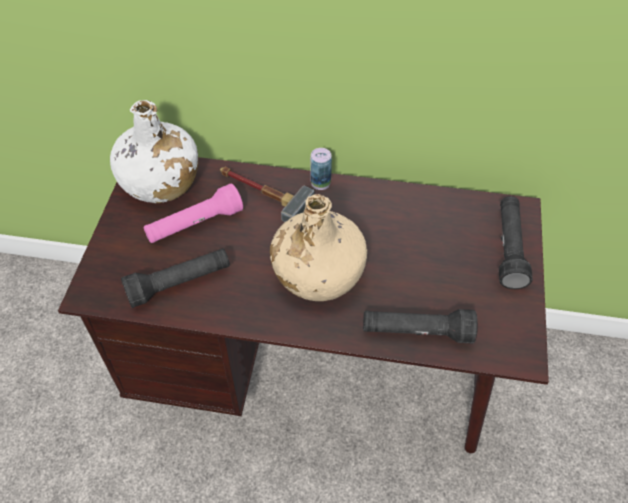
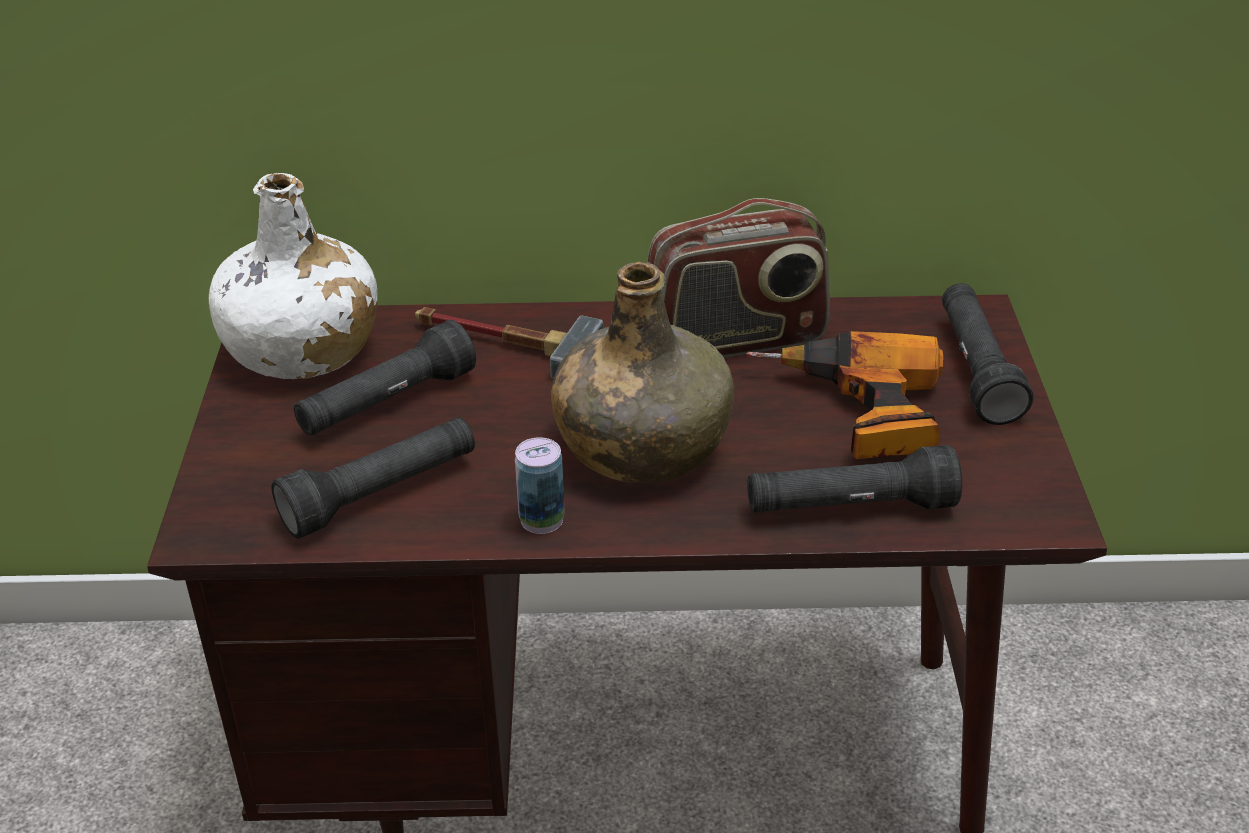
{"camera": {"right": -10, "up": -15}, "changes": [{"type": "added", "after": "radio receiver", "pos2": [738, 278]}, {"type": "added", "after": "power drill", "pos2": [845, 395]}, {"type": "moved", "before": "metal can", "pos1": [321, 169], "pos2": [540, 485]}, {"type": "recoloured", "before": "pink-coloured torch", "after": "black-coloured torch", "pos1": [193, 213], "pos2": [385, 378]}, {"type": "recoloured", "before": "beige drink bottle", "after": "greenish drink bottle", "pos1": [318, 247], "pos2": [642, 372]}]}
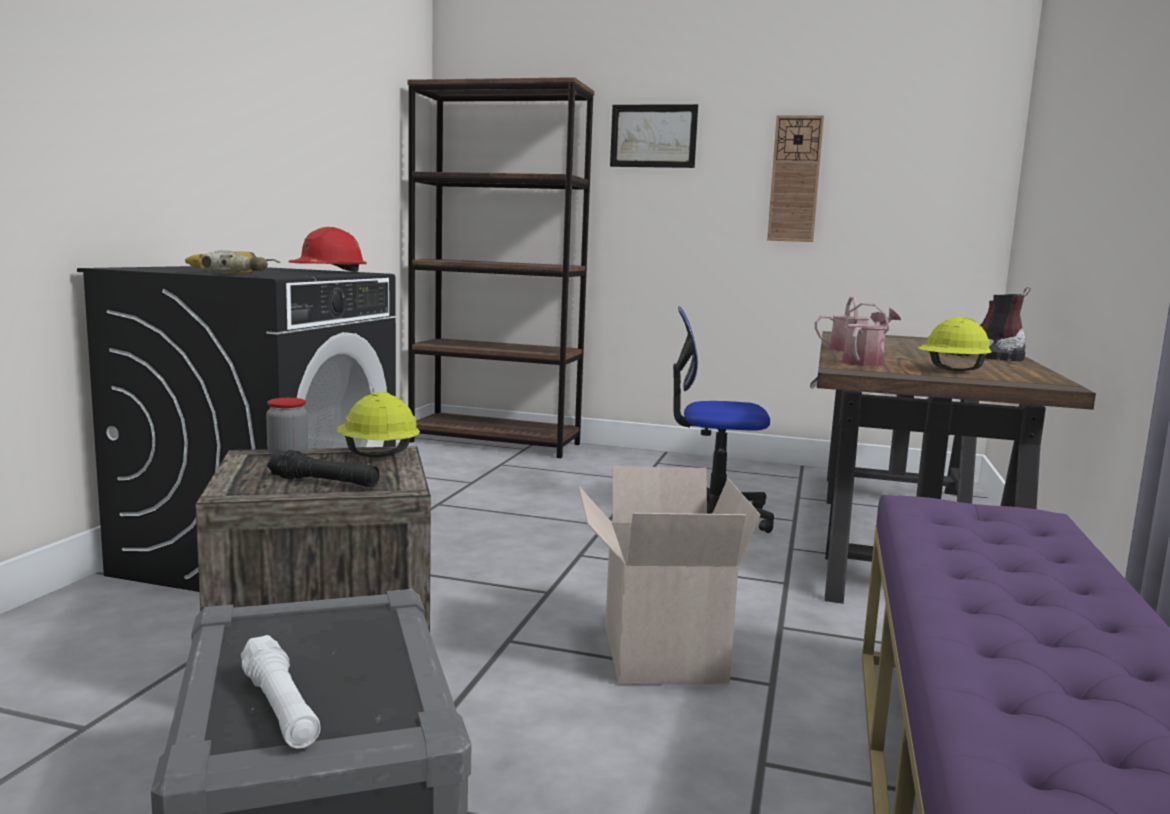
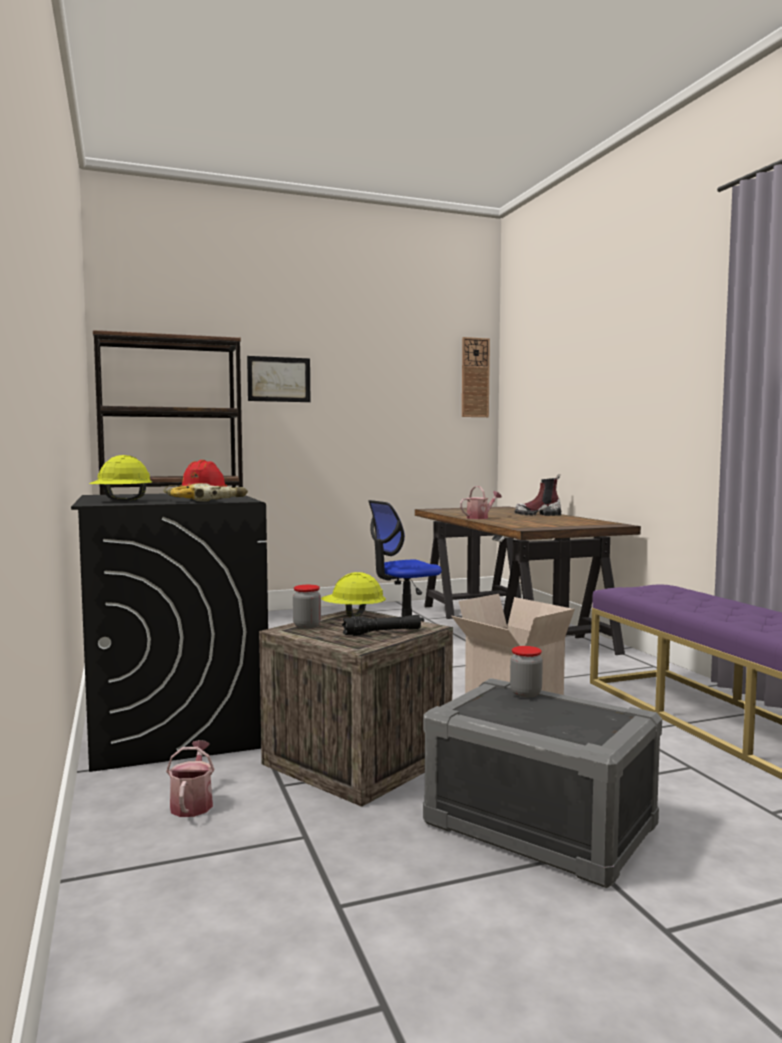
{"camera": {"right": -35, "up": -5}, "changes": [{"type": "removed", "before": "white-coloured torch", "pos1": [281, 692]}, {"type": "added", "after": "storage jar", "pos2": [526, 671]}, {"type": "moved", "before": "clock on the wall", "pos1": [795, 178], "pos2": [476, 377]}, {"type": "moved", "before": "watering pot", "pos1": [866, 334], "pos2": [190, 778]}, {"type": "moved", "before": "yellow safety helmet", "pos1": [954, 344], "pos2": [120, 478]}]}
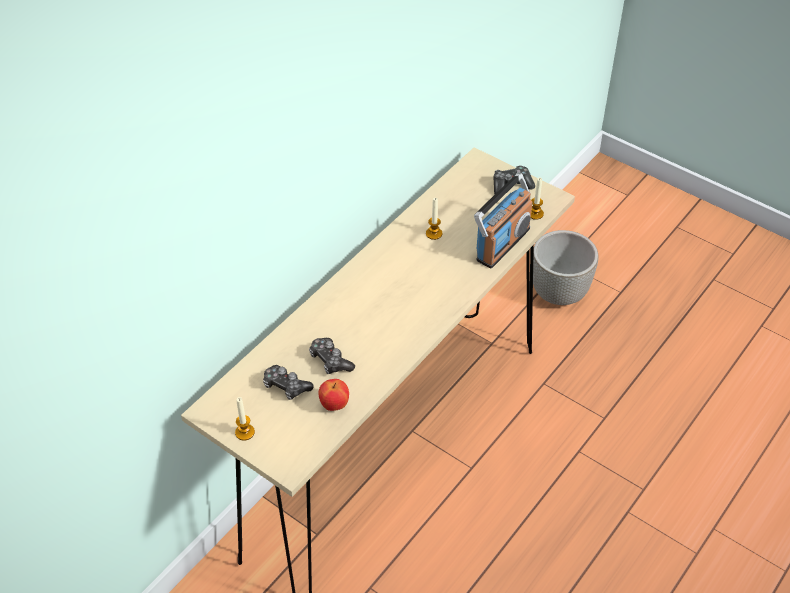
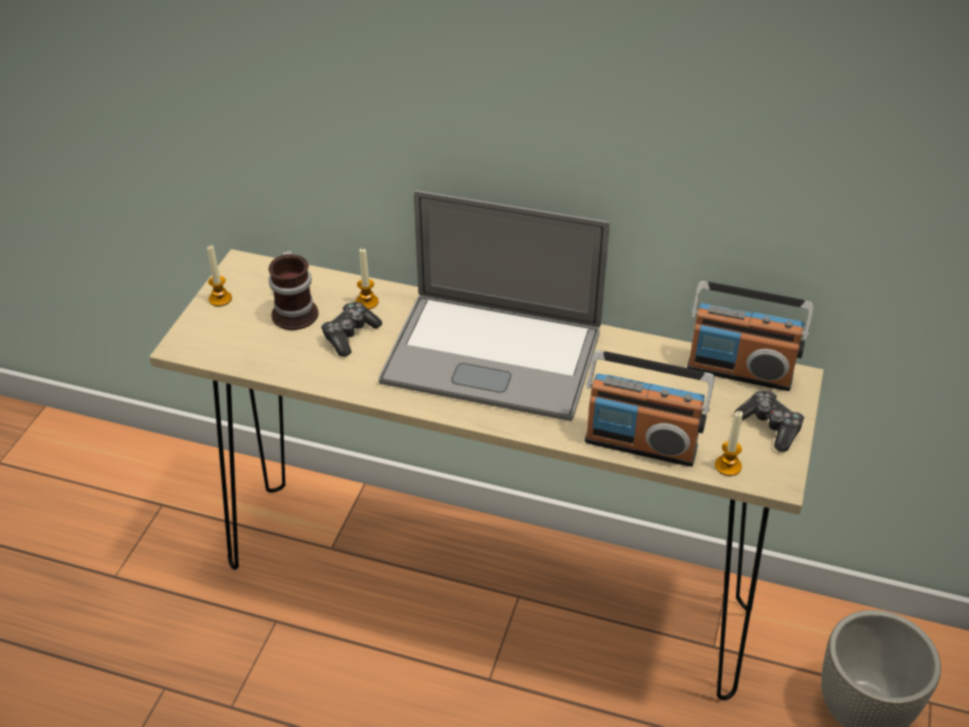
{"camera": {"right": 70, "up": -5}, "changes": [{"type": "removed", "before": "apple fruit", "pos1": [333, 395]}, {"type": "added", "after": "notebook computer", "pos2": [494, 305]}, {"type": "added", "after": "radio receiver", "pos2": [750, 336]}, {"type": "moved", "before": "wax candle", "pos1": [434, 219], "pos2": [367, 278]}, {"type": "replaced", "before": "gamepad", "after": "mug", "pos1": [288, 382], "pos2": [293, 290]}]}
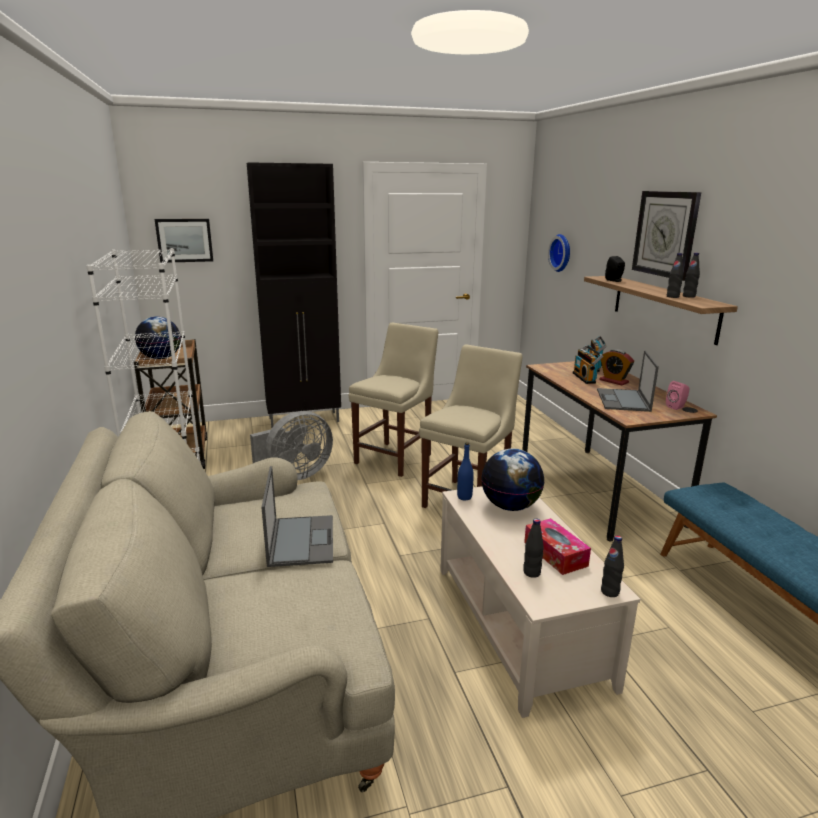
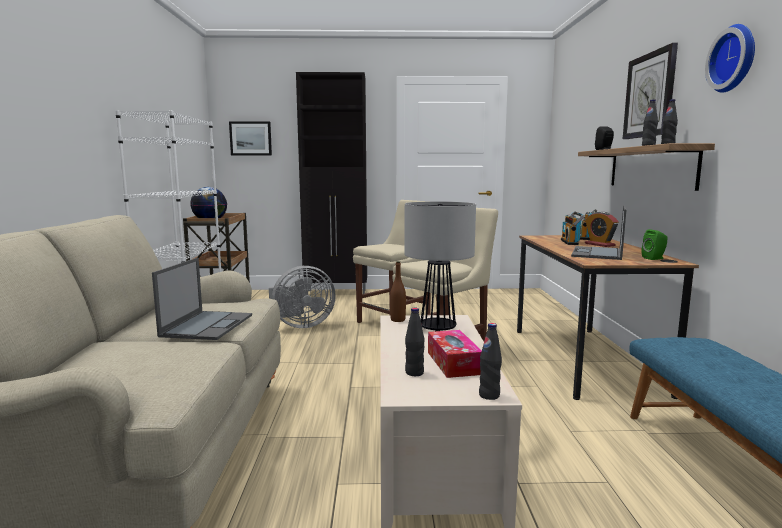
{"camera": {"right": 15, "up": -10}, "changes": [{"type": "moved", "before": "clock on the wall", "pos1": [559, 253], "pos2": [730, 58]}, {"type": "replaced", "before": "world globe", "after": "table lamp", "pos1": [512, 479], "pos2": [440, 266]}, {"type": "recoloured", "before": "bluish drink bottle", "after": "brown-coloured drink bottle", "pos1": [465, 471], "pos2": [398, 291]}, {"type": "recoloured", "before": "pink-coloured loudspeaker", "after": "greenish loudspeaker", "pos1": [677, 395], "pos2": [655, 244]}]}
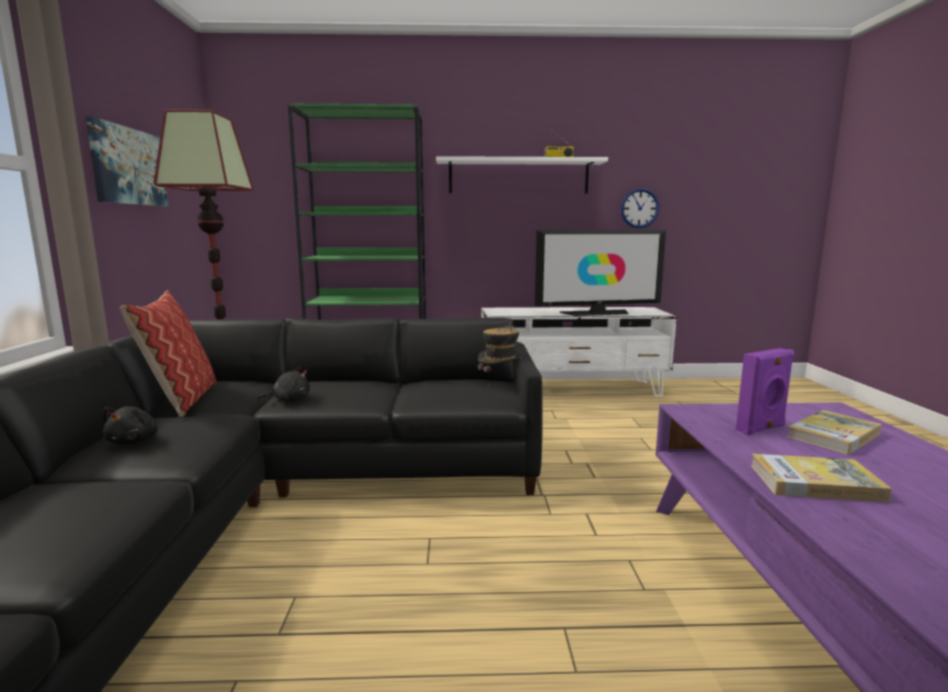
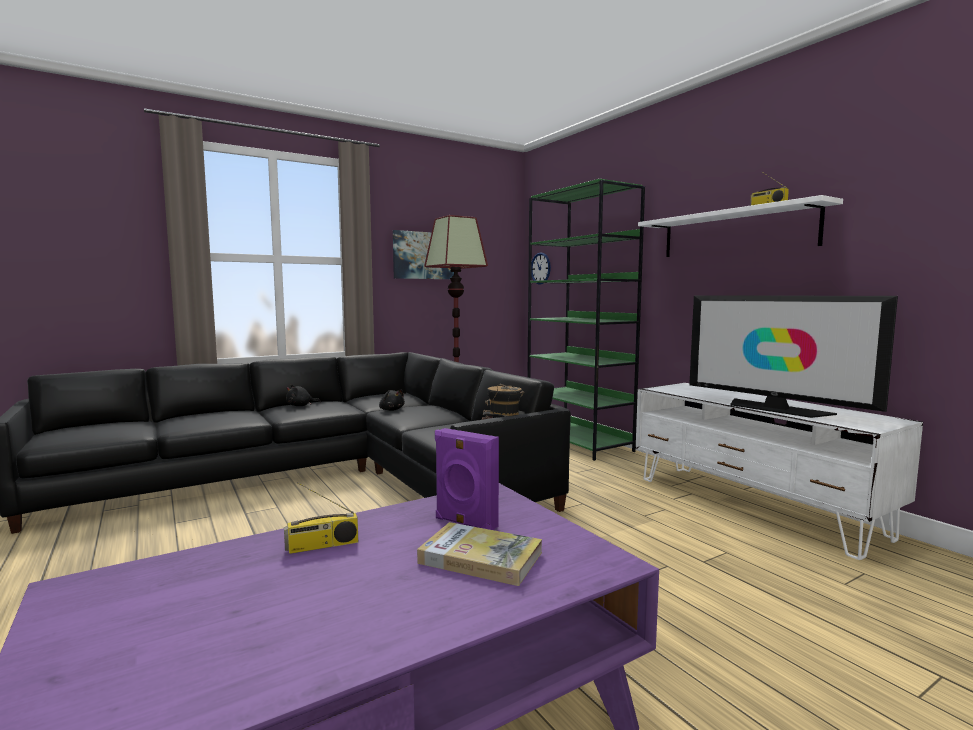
{"camera": {"right": 60, "up": -5}, "changes": [{"type": "removed", "before": "cushion", "pos1": [168, 353]}, {"type": "moved", "before": "clock on the wall", "pos1": [640, 208], "pos2": [541, 268]}, {"type": "replaced", "before": "book", "after": "radio receiver", "pos1": [821, 478], "pos2": [321, 518]}]}
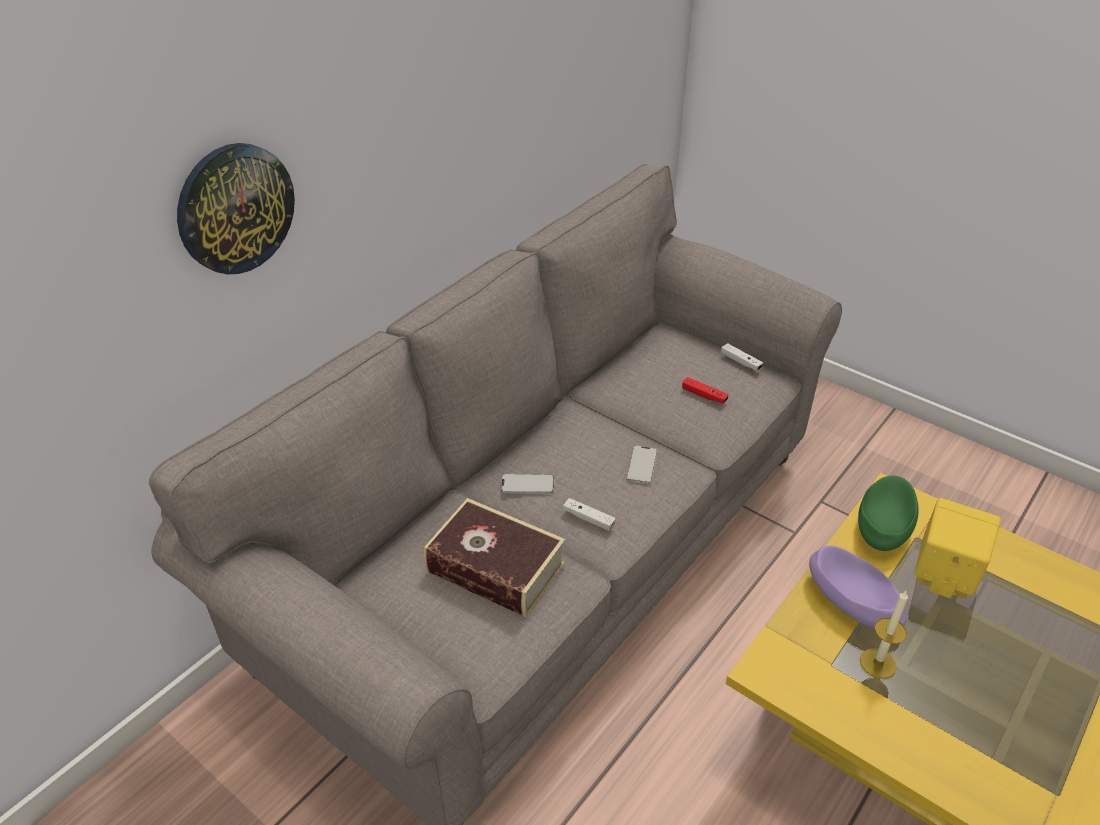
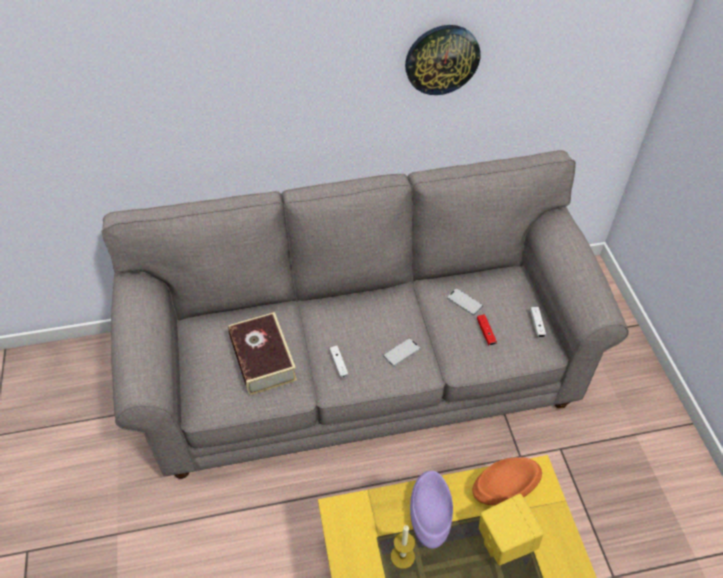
{"camera": {"right": 40, "up": 10}, "changes": [{"type": "moved", "before": "clock on the wall", "pos1": [236, 208], "pos2": [443, 60]}, {"type": "moved", "before": "telephone", "pos1": [527, 484], "pos2": [465, 301]}, {"type": "recoloured", "before": "greenish serving bowl", "after": "orange-coloured serving bowl", "pos1": [888, 513], "pos2": [507, 481]}]}
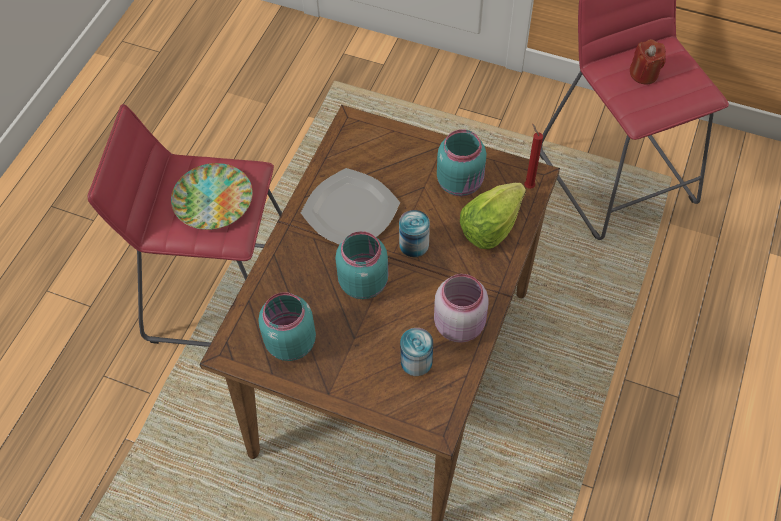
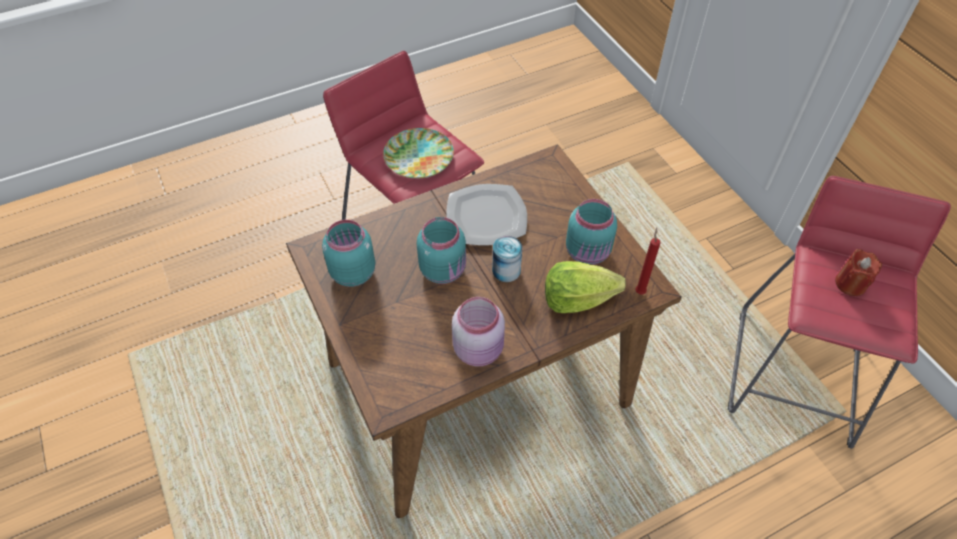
{"camera": {"right": 40, "up": -5}, "changes": [{"type": "removed", "before": "metal can", "pos1": [416, 352]}]}
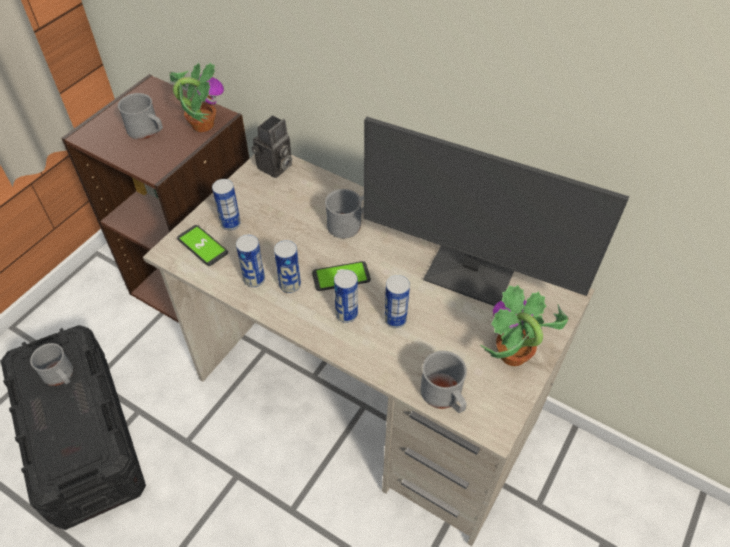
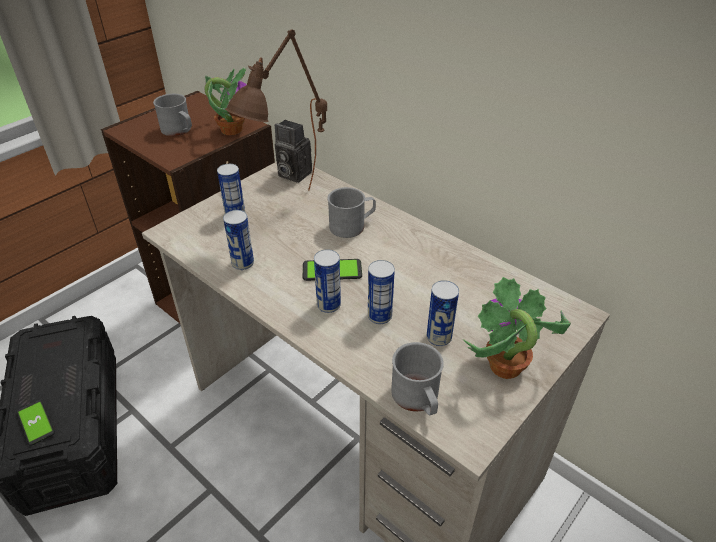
{"camera": {"right": 10, "up": -10}, "changes": [{"type": "removed", "before": "gray mug", "pos1": [51, 364]}, {"type": "removed", "before": "computer screen", "pos1": [496, 211]}, {"type": "added", "after": "brown-coloured table lamp", "pos2": [276, 110]}, {"type": "moved", "before": "telephone", "pos1": [202, 245], "pos2": [36, 423]}, {"type": "moved", "before": "metal can", "pos1": [287, 266], "pos2": [443, 313]}, {"type": "turned", "before": "photo camera", "pos1": [272, 146], "pos2": [293, 151], "turn": 75}]}
